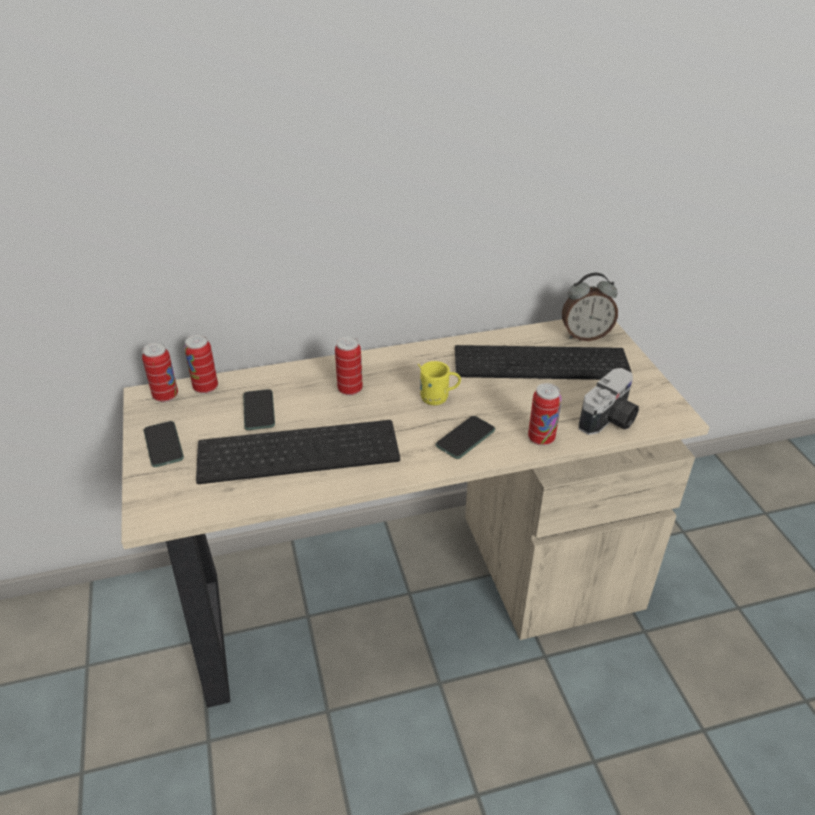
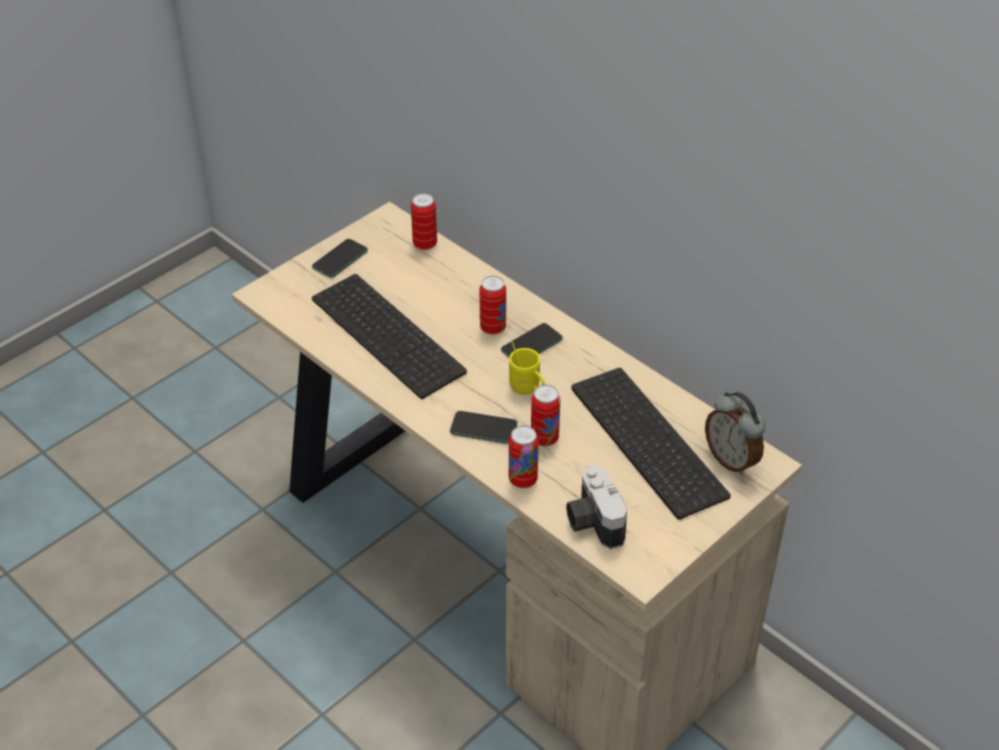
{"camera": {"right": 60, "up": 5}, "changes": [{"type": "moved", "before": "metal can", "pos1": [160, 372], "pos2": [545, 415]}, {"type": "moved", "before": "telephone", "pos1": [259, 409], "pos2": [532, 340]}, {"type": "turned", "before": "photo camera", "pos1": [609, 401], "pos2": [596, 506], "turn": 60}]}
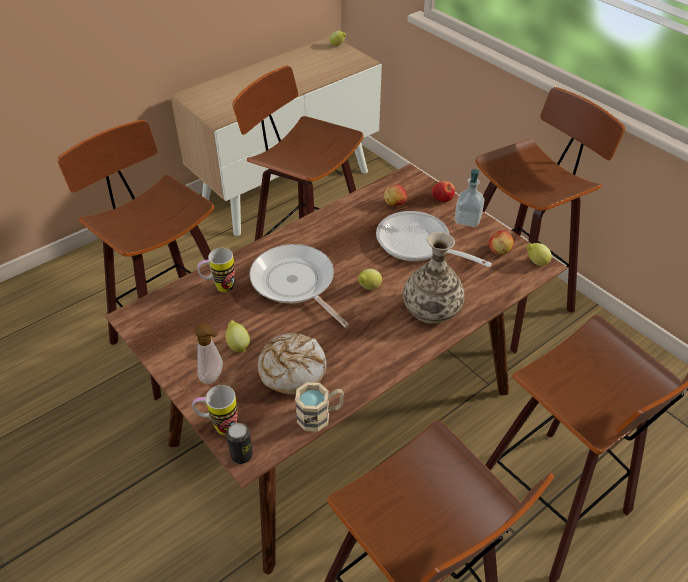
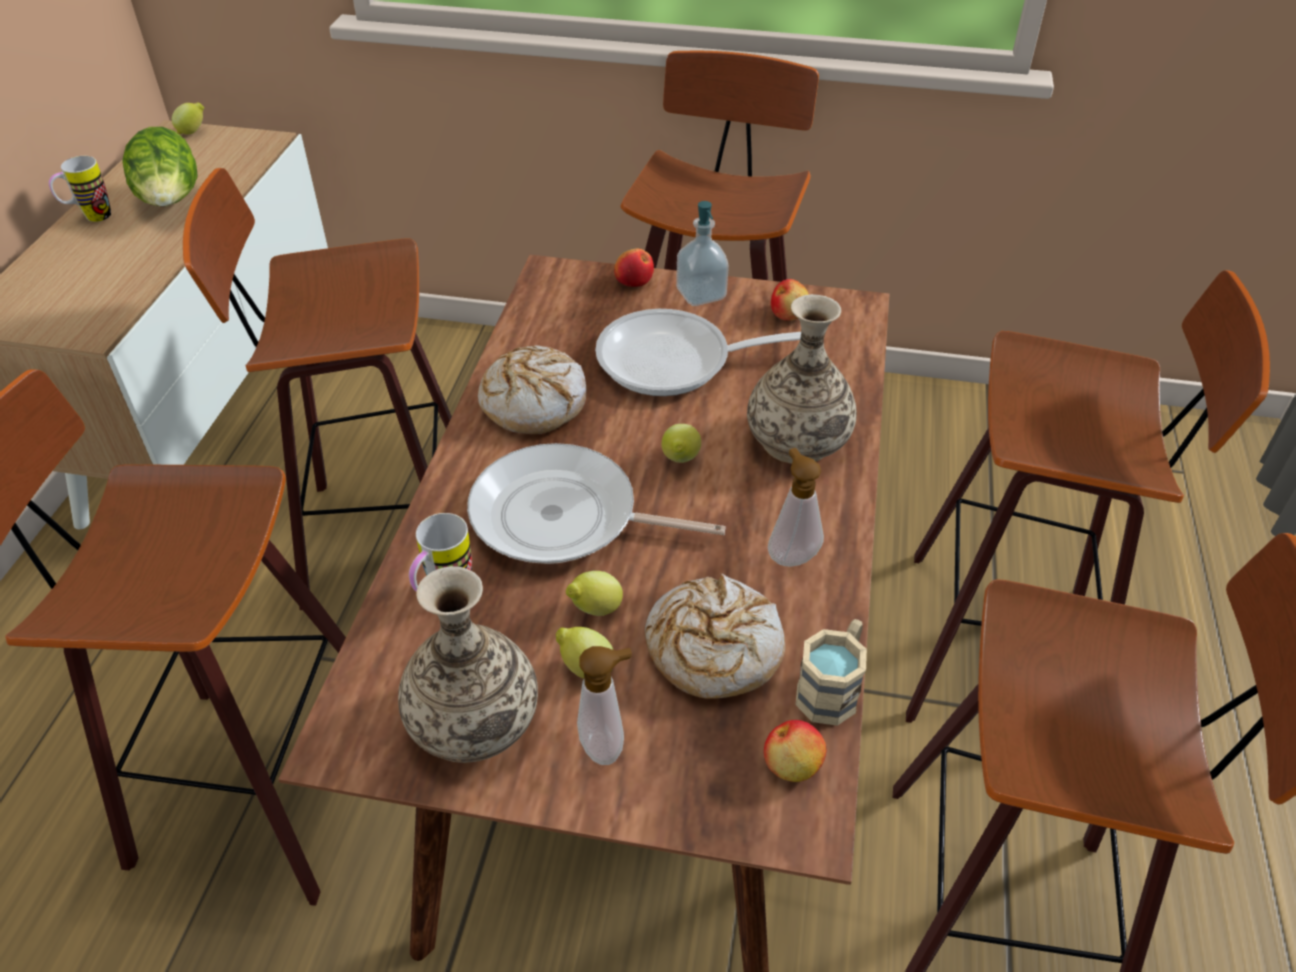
{"camera": {"right": -40, "up": 0}, "changes": [{"type": "removed", "before": "metal can", "pos1": [239, 443]}, {"type": "added", "after": "head of lettuce", "pos2": [160, 167]}, {"type": "added", "after": "flower vase", "pos2": [468, 664]}, {"type": "added", "after": "bread", "pos2": [532, 390]}, {"type": "added", "after": "liquid soap bottle", "pos2": [796, 507]}, {"type": "moved", "before": "mug", "pos1": [215, 410], "pos2": [80, 189]}, {"type": "moved", "before": "apple fruit", "pos1": [395, 195], "pos2": [795, 751]}, {"type": "moved", "before": "citrus fruit", "pos1": [539, 254], "pos2": [594, 593]}]}
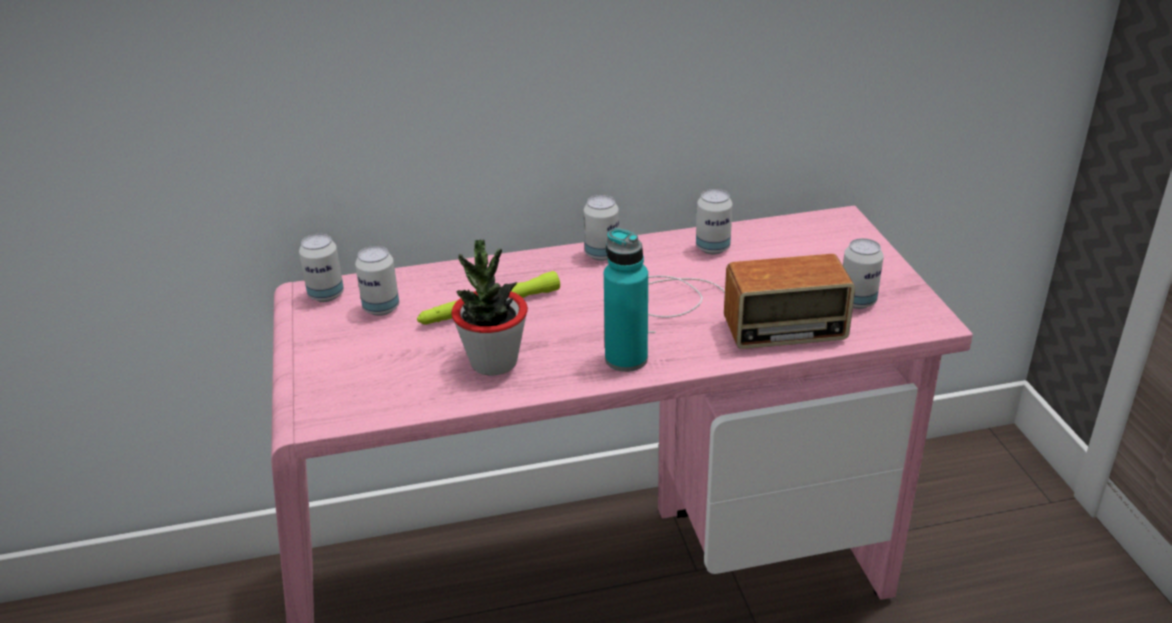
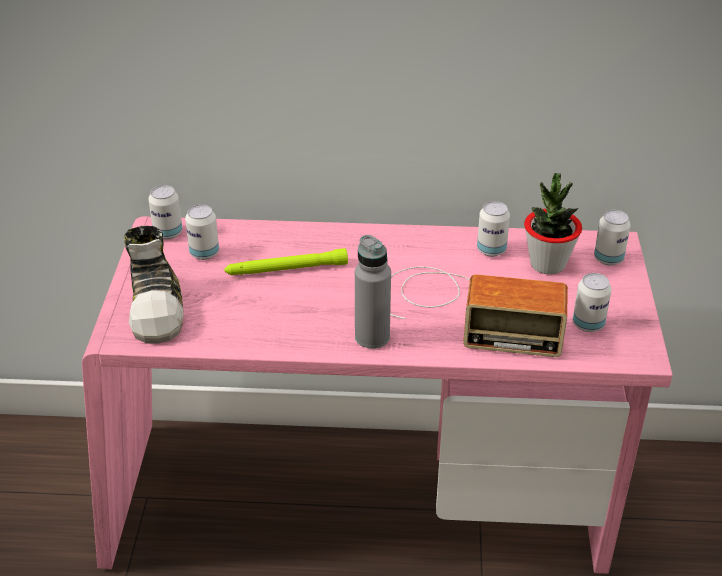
{"camera": {"right": 15, "up": 5}, "changes": [{"type": "added", "after": "low shoe", "pos2": [153, 284]}, {"type": "moved", "before": "potted plant", "pos1": [489, 307], "pos2": [553, 223]}, {"type": "moved", "before": "metal can", "pos1": [601, 228], "pos2": [612, 238]}, {"type": "recoloured", "before": "turquoise drink bottle", "after": "gray drink bottle", "pos1": [626, 300], "pos2": [373, 292]}]}
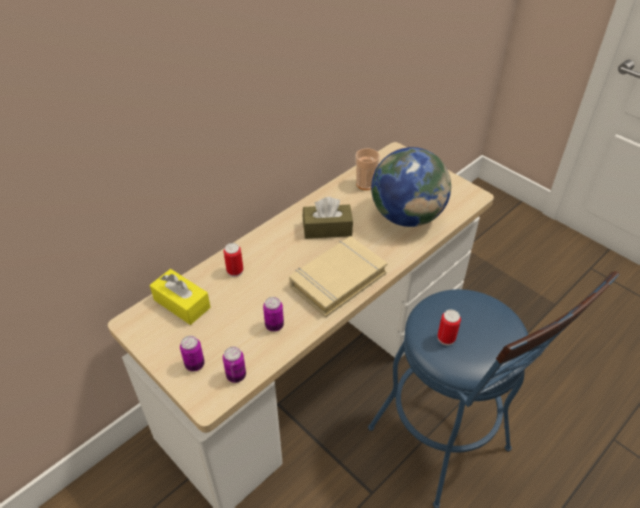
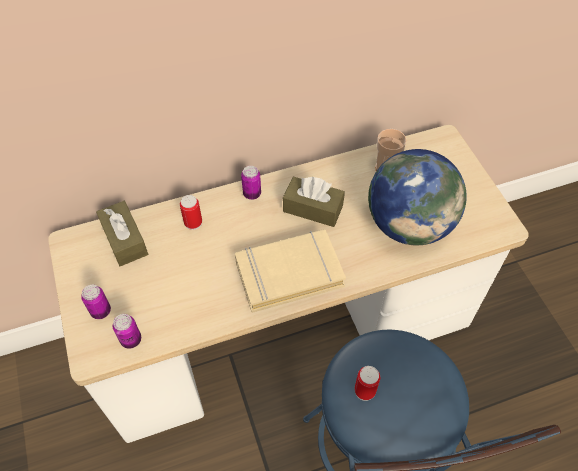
{"camera": {"right": 25, "up": 10}, "changes": [{"type": "moved", "before": "metal can", "pos1": [273, 314], "pos2": [251, 183]}, {"type": "recoloured", "before": "yellow tissue box", "after": "brown-coloured tissue box", "pos1": [180, 297], "pos2": [122, 233]}]}
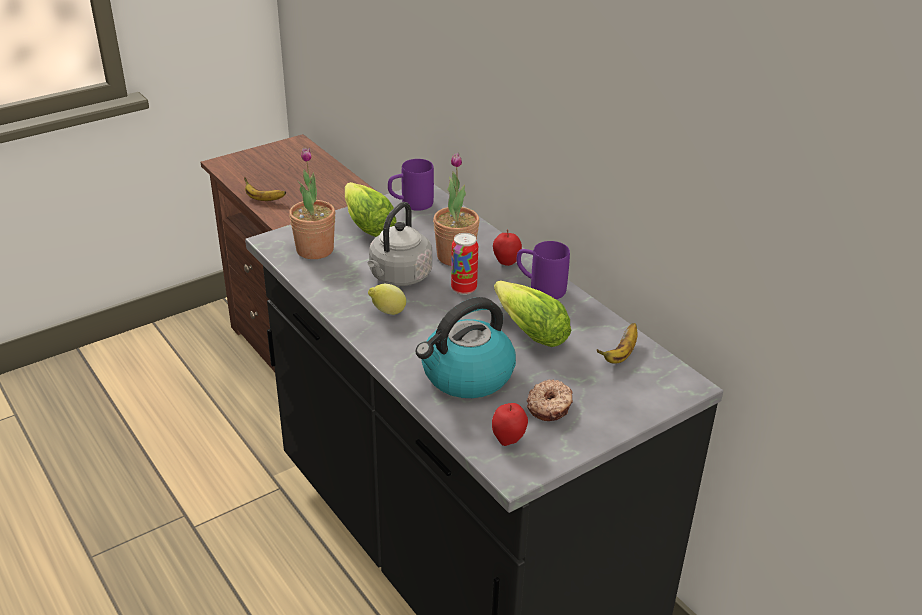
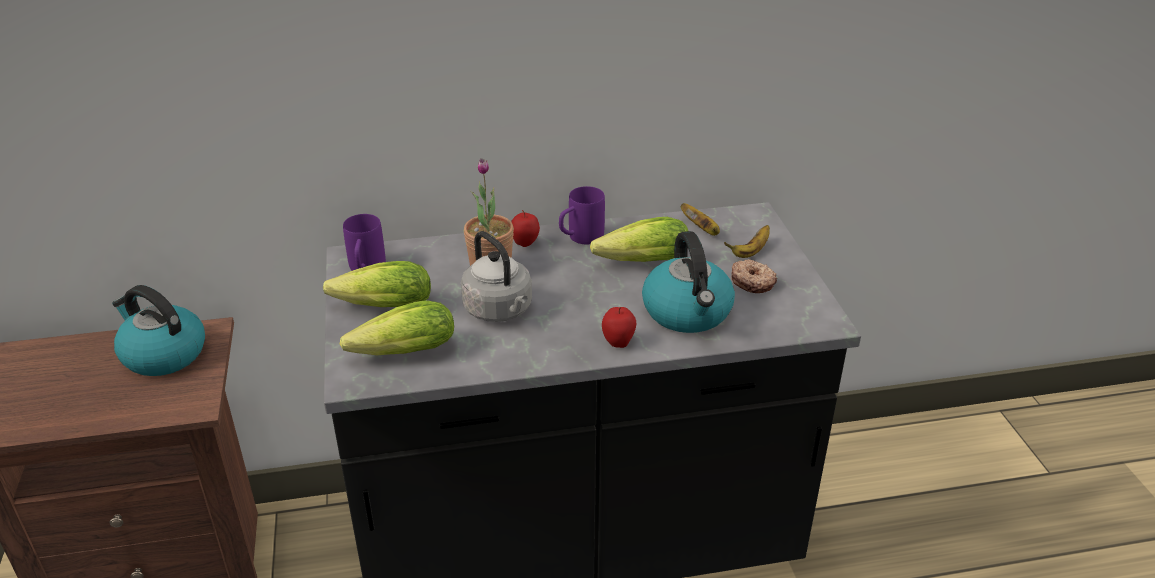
{"camera": {"right": -65, "up": 0}, "changes": [{"type": "removed", "before": "citrus fruit", "pos1": [387, 299]}, {"type": "removed", "before": "metal can", "pos1": [464, 264]}, {"type": "added", "after": "kettle", "pos2": [158, 330]}, {"type": "moved", "before": "banana fruit", "pos1": [265, 189], "pos2": [747, 241]}, {"type": "moved", "before": "apple fruit", "pos1": [510, 424], "pos2": [619, 327]}, {"type": "replaced", "before": "potted plant", "after": "head of lettuce", "pos1": [312, 203], "pos2": [397, 327]}]}
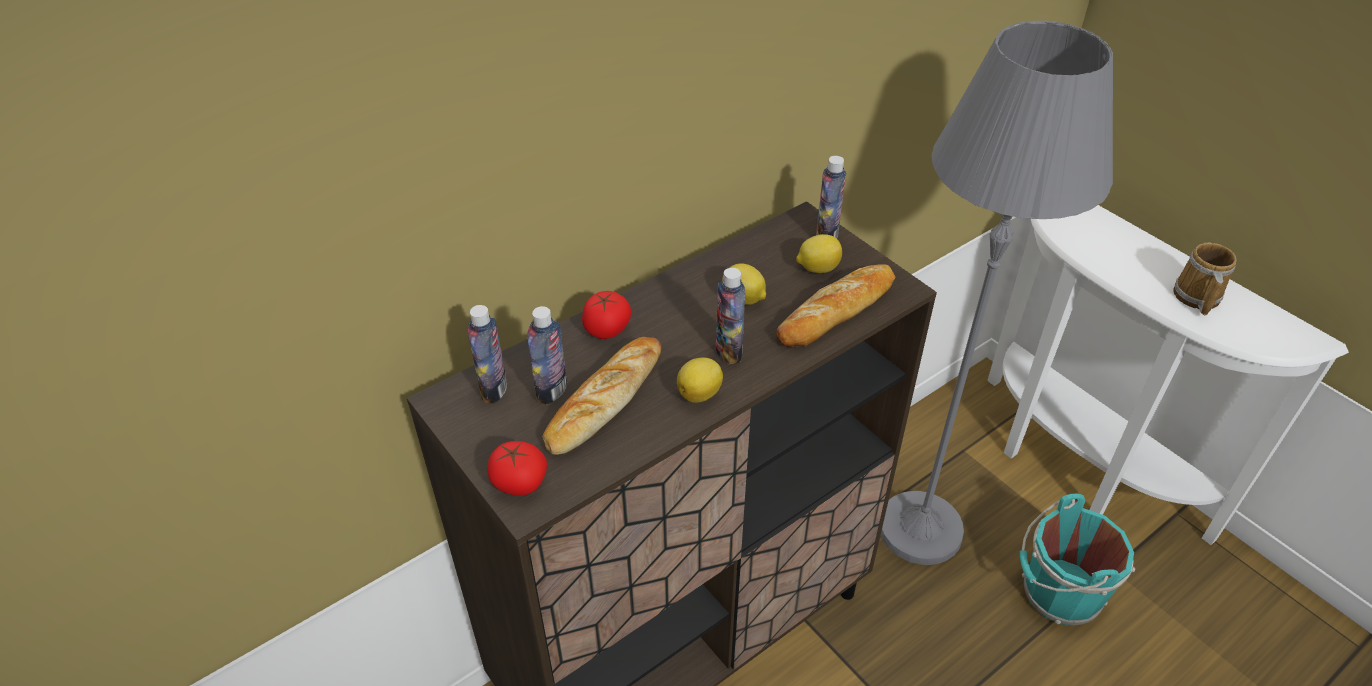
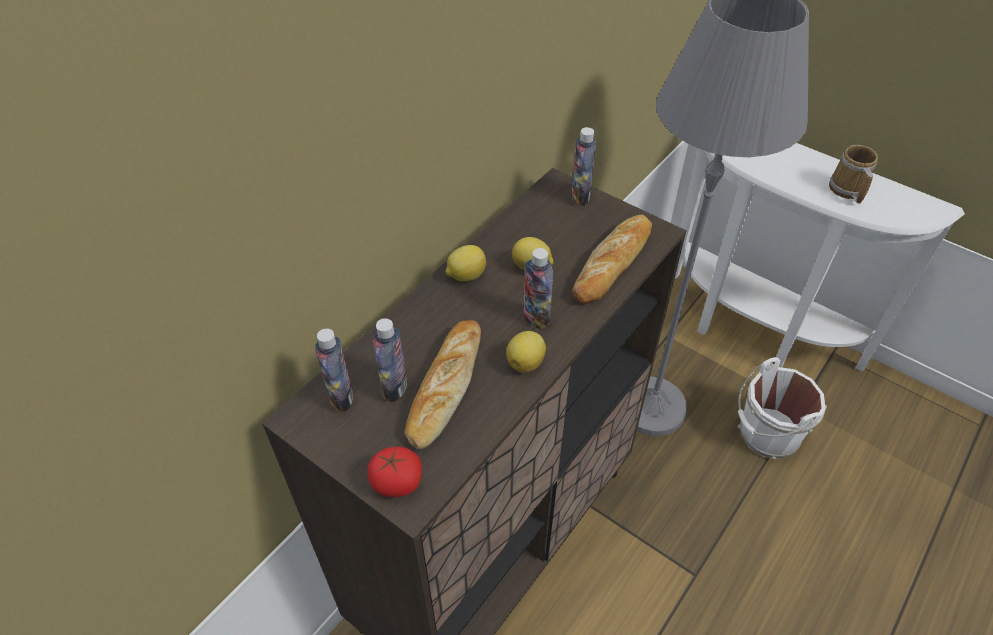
{"camera": {"right": -15, "up": 5}, "changes": [{"type": "removed", "before": "tomato", "pos1": [606, 315]}, {"type": "moved", "before": "citrus fruit", "pos1": [819, 253], "pos2": [465, 263]}, {"type": "recoloured", "before": "turquoise water bucket", "after": "white-coloured water bucket", "pos1": [1077, 560], "pos2": [782, 408]}]}
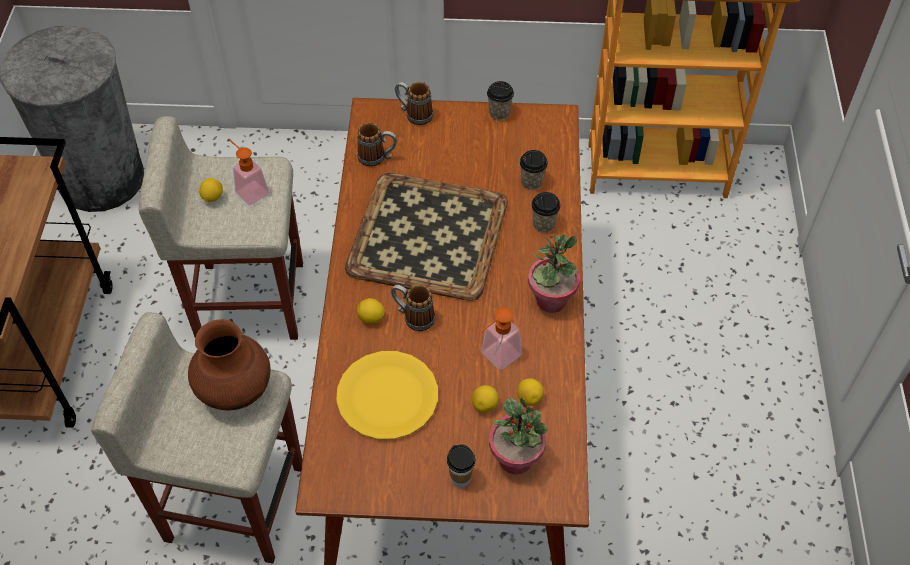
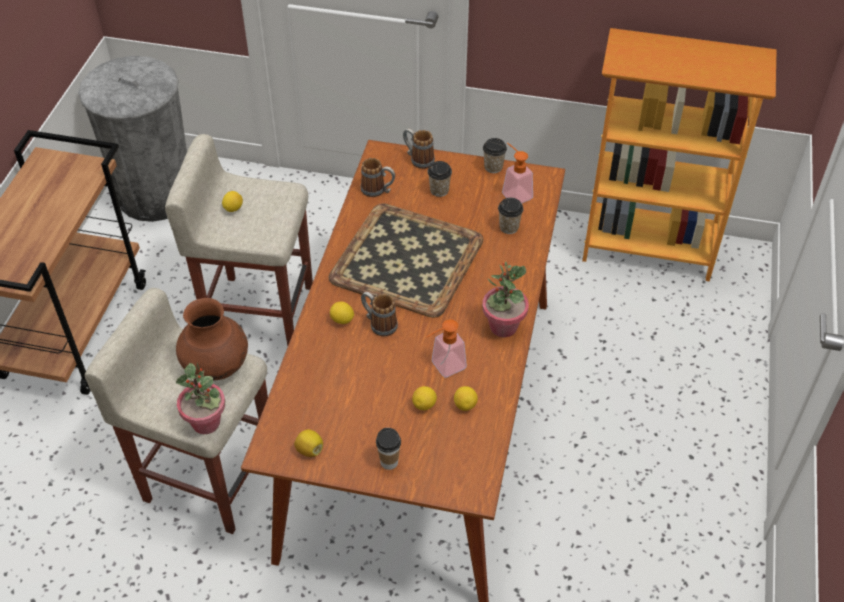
{"camera": {"right": 10, "up": -5}, "changes": [{"type": "removed", "before": "yellow dinner plate", "pos1": [387, 395]}, {"type": "added", "after": "citrus fruit", "pos2": [308, 443]}, {"type": "moved", "before": "liquid soap bottle", "pos1": [248, 172], "pos2": [517, 173]}, {"type": "moved", "before": "potted plant", "pos1": [518, 436], "pos2": [200, 398]}, {"type": "moved", "before": "small cup", "pos1": [546, 212], "pos2": [440, 179]}]}
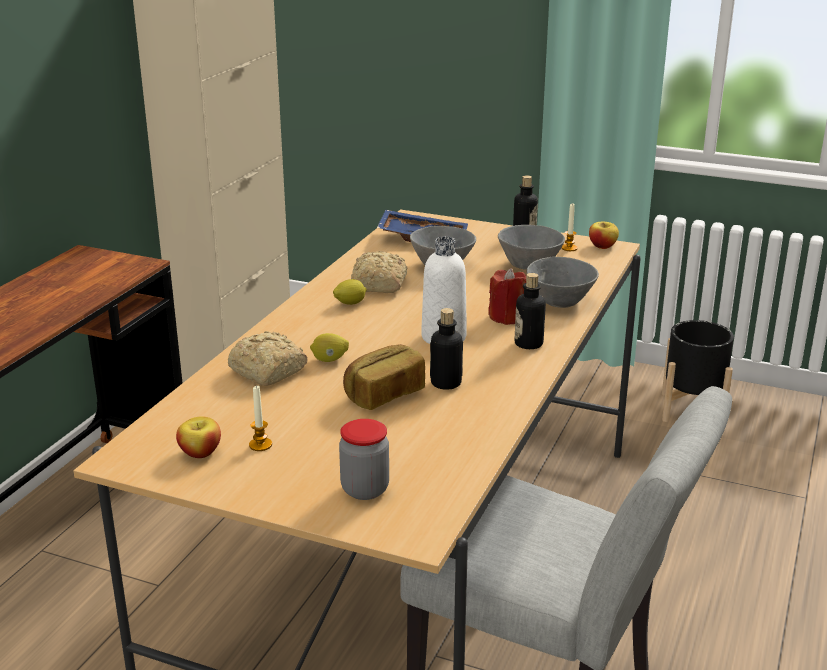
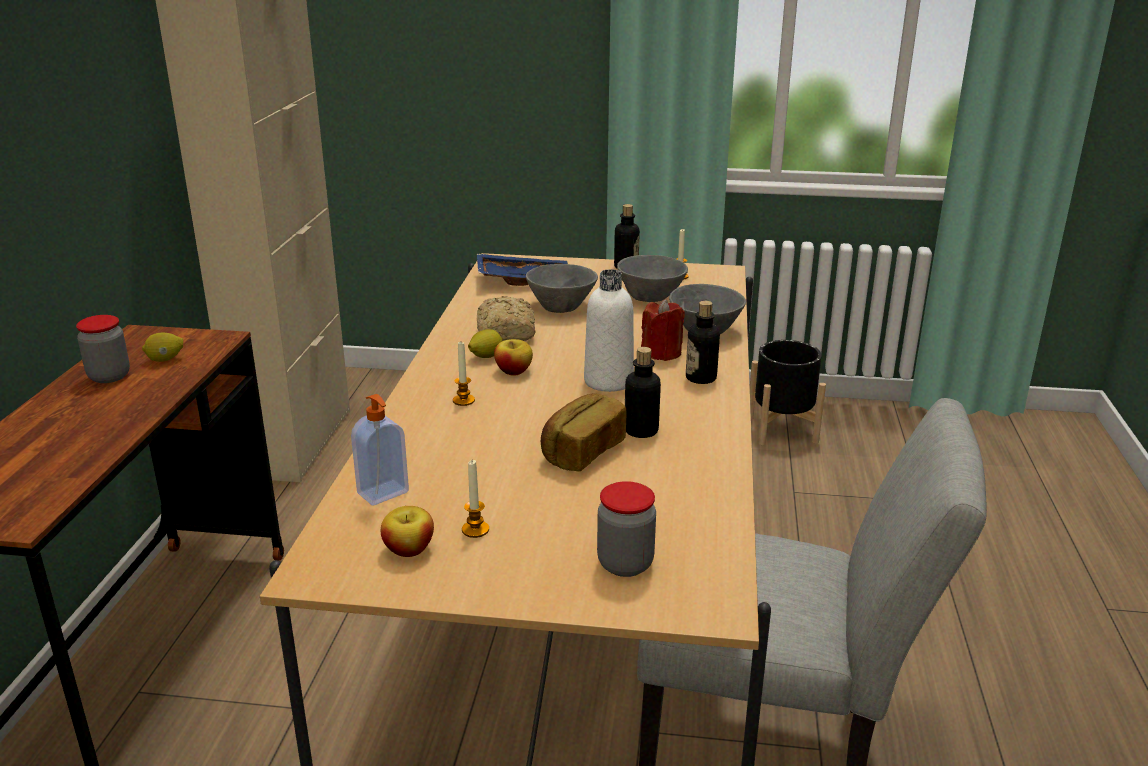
{"camera": {"right": -15, "up": 0}, "changes": [{"type": "removed", "before": "bread", "pos1": [268, 358]}, {"type": "added", "after": "storage jar", "pos2": [103, 349]}, {"type": "added", "after": "liquid soap bottle", "pos2": [380, 450]}, {"type": "added", "after": "wax candle", "pos2": [464, 374]}, {"type": "moved", "before": "citrus fruit", "pos1": [329, 347], "pos2": [162, 347]}, {"type": "moved", "before": "apple fruit", "pos1": [604, 235], "pos2": [513, 357]}]}
